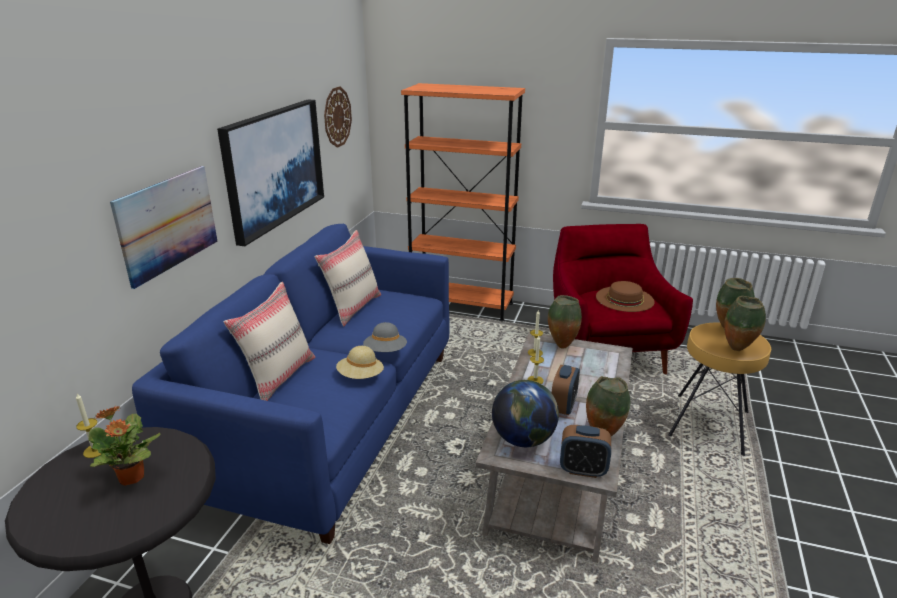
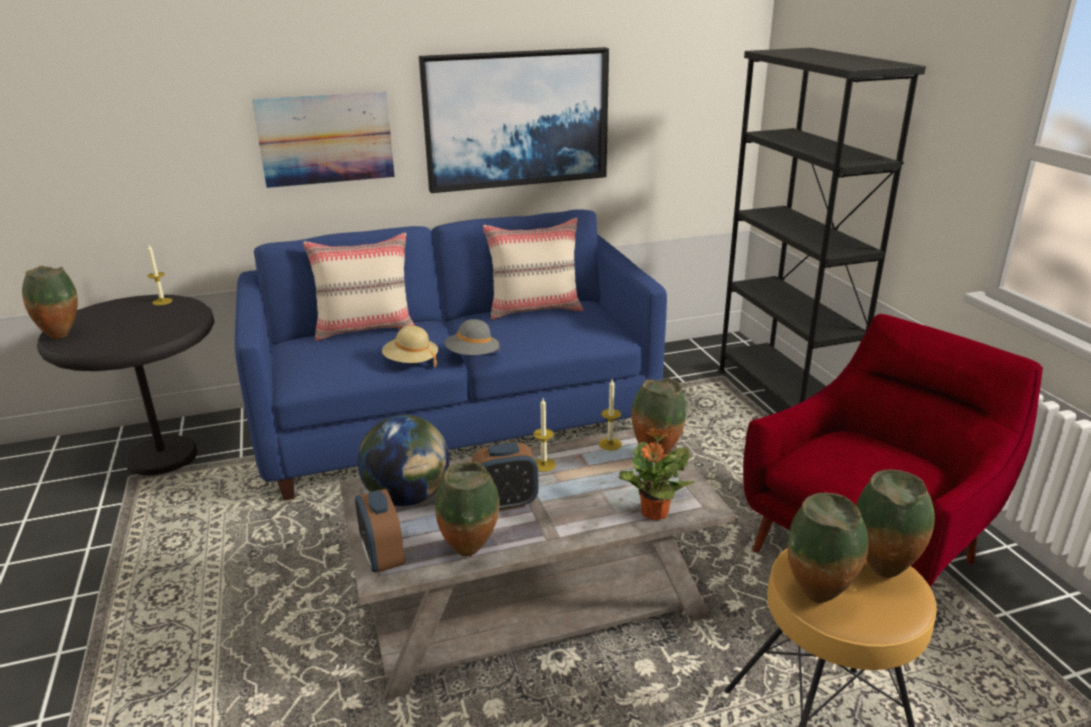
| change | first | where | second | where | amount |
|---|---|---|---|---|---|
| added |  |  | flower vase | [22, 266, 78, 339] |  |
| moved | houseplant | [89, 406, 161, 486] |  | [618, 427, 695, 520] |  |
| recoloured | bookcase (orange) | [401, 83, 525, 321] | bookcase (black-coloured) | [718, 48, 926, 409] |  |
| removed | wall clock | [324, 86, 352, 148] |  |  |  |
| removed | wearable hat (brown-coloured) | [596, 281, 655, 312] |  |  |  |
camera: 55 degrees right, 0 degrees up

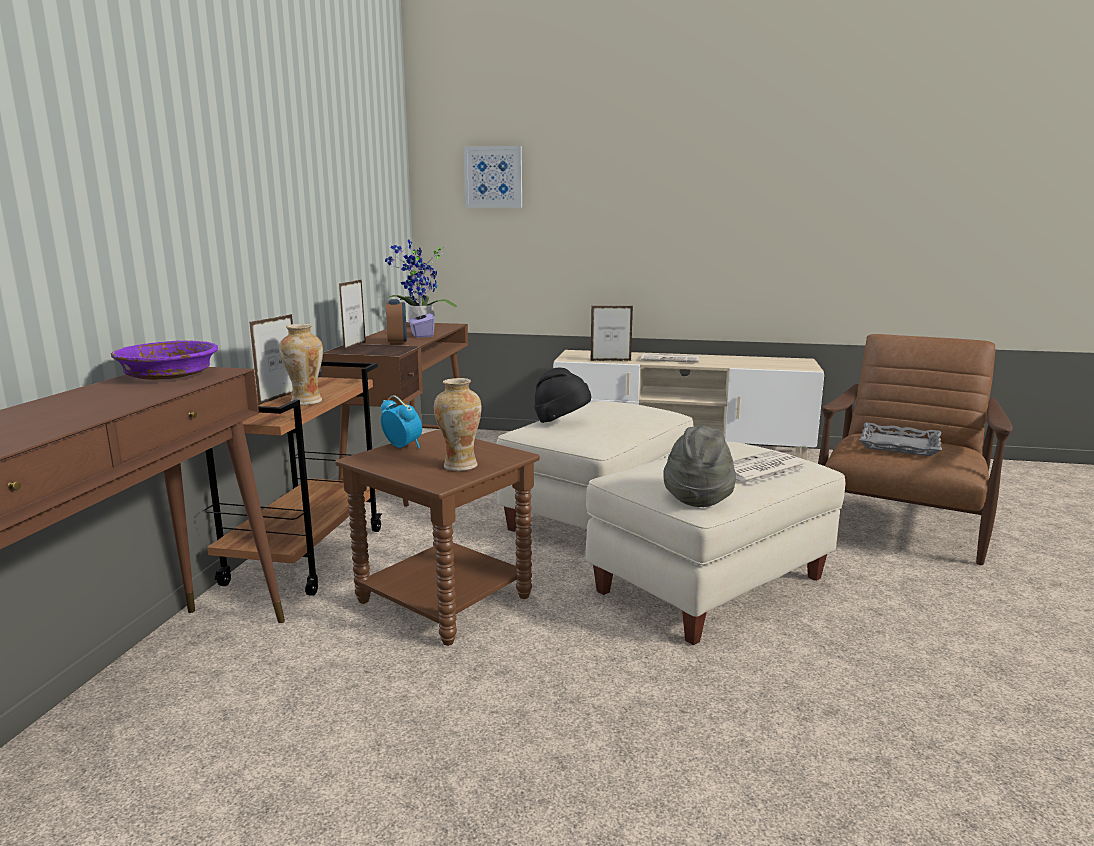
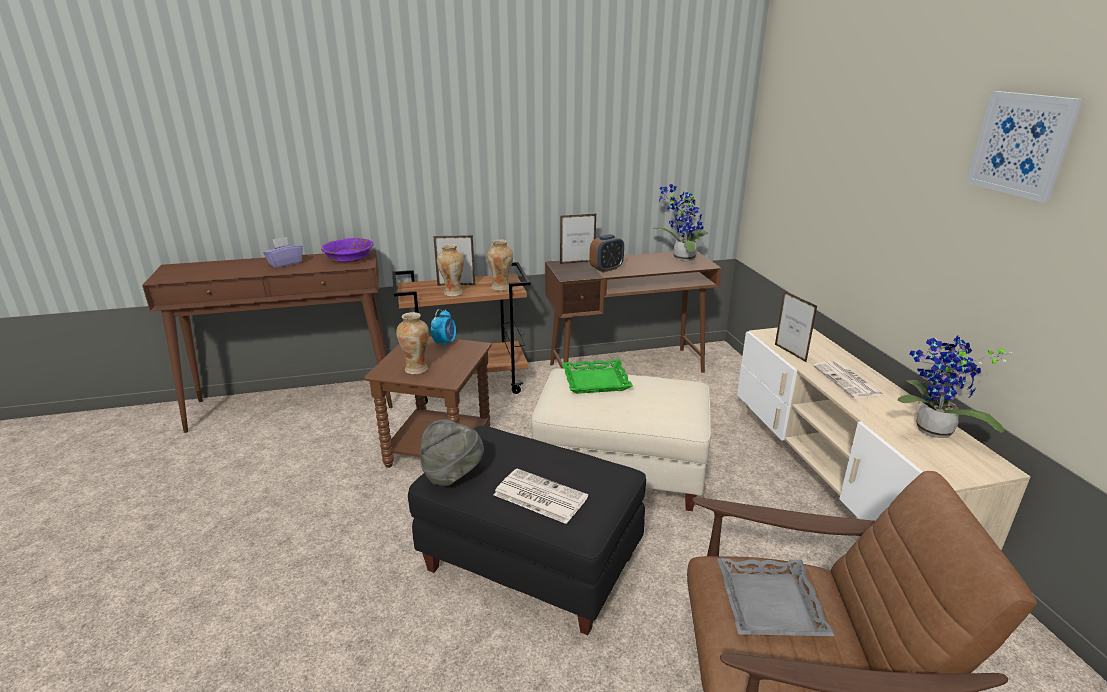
| change | first | where | second | where | amount |
|---|---|---|---|---|---|
| moved | box of tissues (purplish) | [409, 309, 435, 338] |  | [263, 237, 303, 268] |  |
| recoloured | footrest (beige) | [585, 442, 845, 645] | footrest (black-coloured) | [408, 426, 646, 635] |  |
| added |  |  | flower vase | [487, 239, 513, 291] |  |
| replaced | wearable hat (black-coloured) | [534, 368, 591, 423] | carrying tray (green) | [562, 359, 633, 394] |  |
| added |  |  | houseplant | [898, 335, 1012, 438] |  |
| moved | wall picture | [464, 146, 522, 208] |  | [966, 91, 1083, 203] |  |
camera: 65 degrees right, 10 degrees up

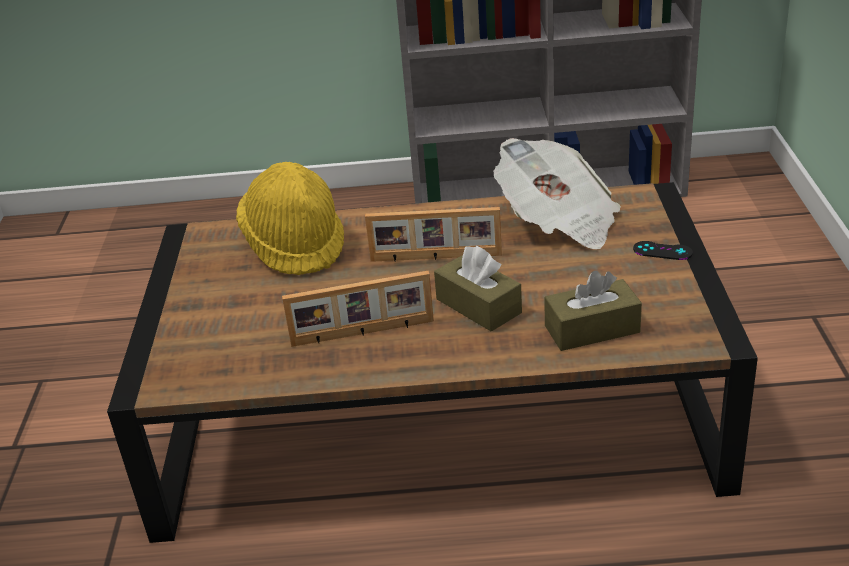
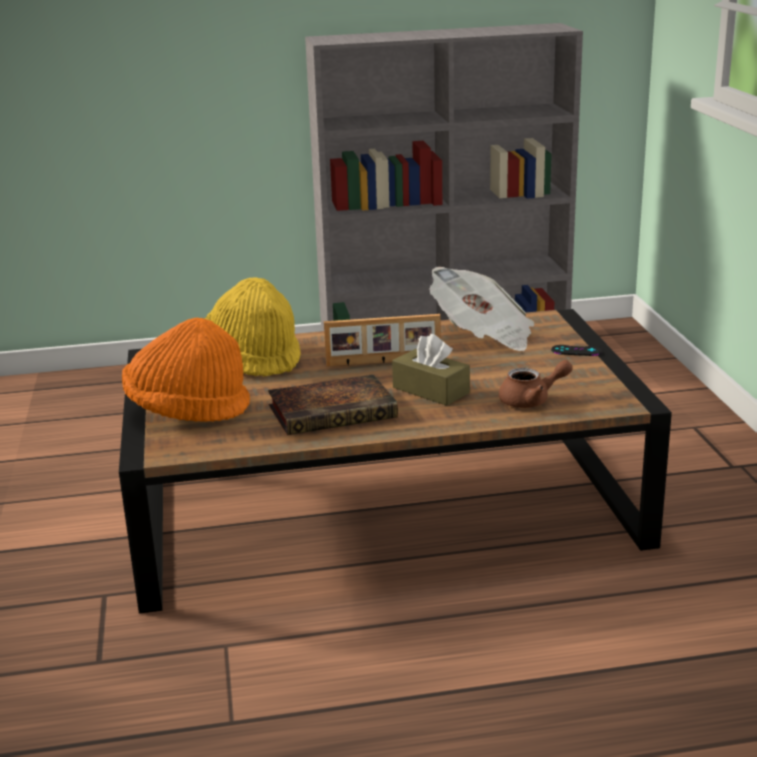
| change | first | where | second | where | amount |
|---|---|---|---|---|---|
| added |  |  | wearable hat (orange) | [122, 318, 250, 422] |  |
| replaced | photo frame | [282, 271, 434, 347] | volume | [268, 375, 398, 435] |  |
| replaced | box of tissues (brown-coloured) | [544, 271, 642, 351] | teapot (brown-coloured) | [499, 360, 573, 408] |  |
camera: 10 degrees left, 10 degrees down

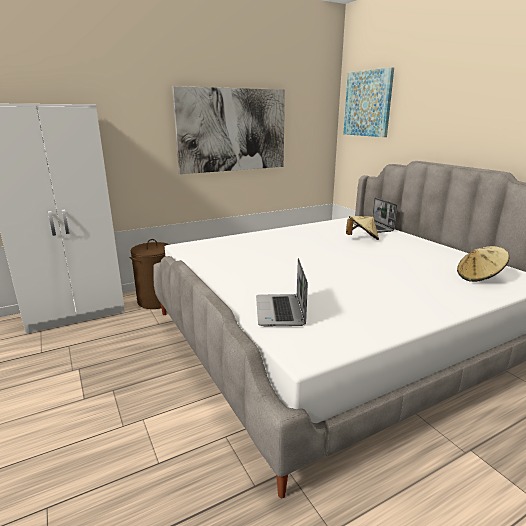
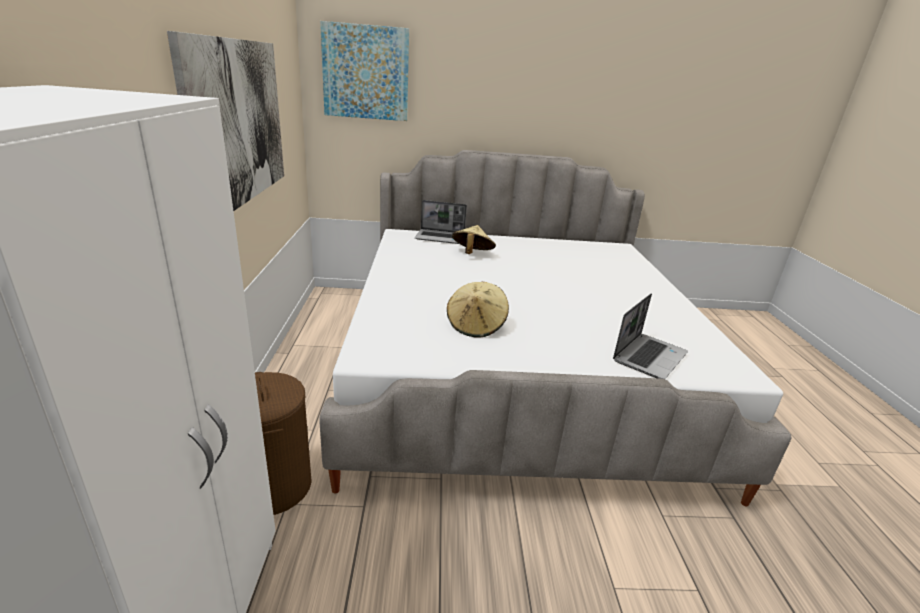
| change | first | where | second | where | amount |
|---|---|---|---|---|---|
| moved | wearable hat (beige) | [457, 246, 509, 282] |  | [447, 282, 509, 338] |  |
| turned | notebook computer | [256, 258, 308, 326] |  | [613, 293, 688, 379] | 75 degrees counterclockwise |
camera: 65 degrees left, 5 degrees up

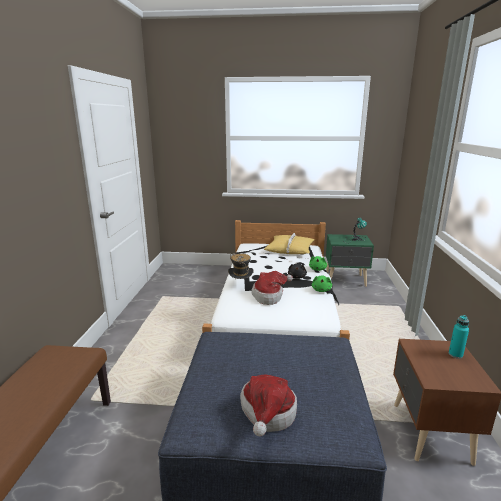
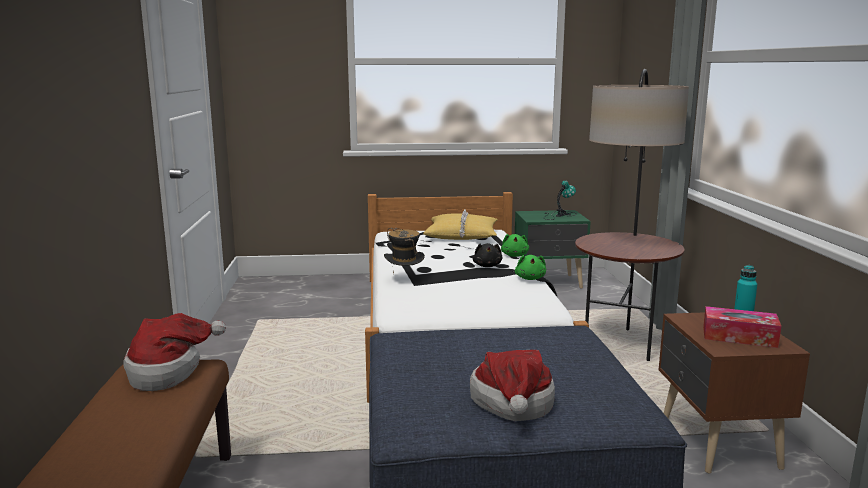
| change | first | where | second | where | amount |
|---|---|---|---|---|---|
| moved | wearable hat | [251, 271, 293, 305] |  | [124, 313, 226, 391] |  |
| added |  |  | floor lamp | [575, 69, 689, 361] |  |
| added |  |  | box of tissues | [703, 306, 781, 348] |  |
camera: 10 degrees left, 5 degrees down

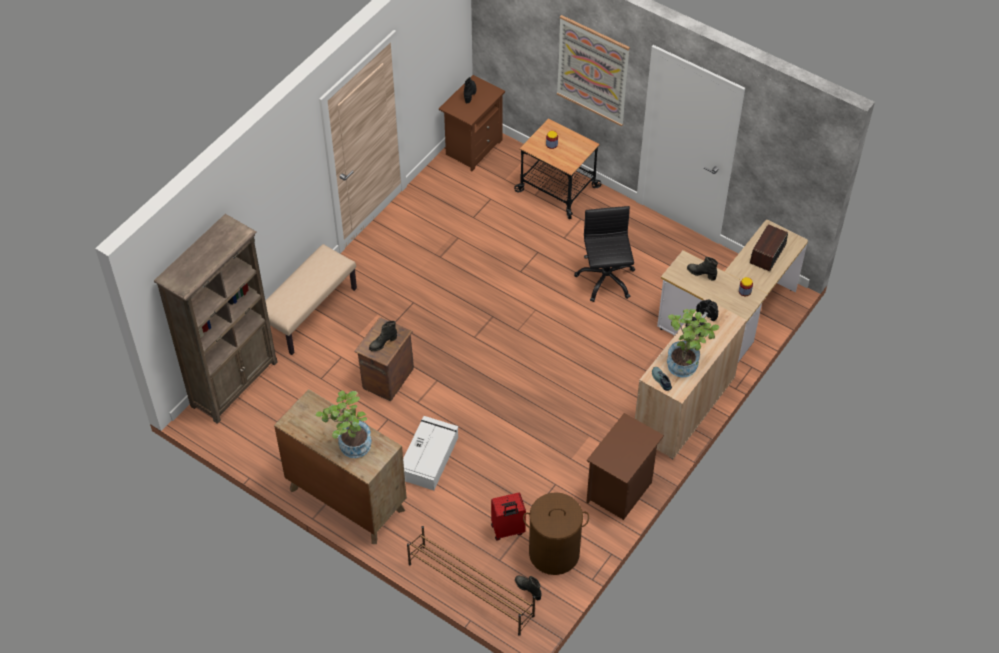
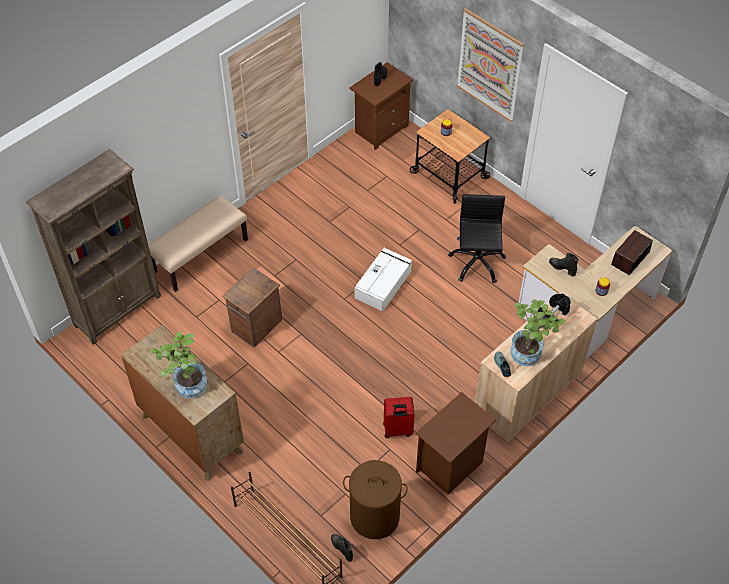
| change | first | where | second | where | amount |
|---|---|---|---|---|---|
| moved | storage box (whitish) | [403, 416, 458, 490] |  | [355, 248, 412, 311] |  |
| moved | travel case (red) | [491, 493, 526, 540] |  | [383, 397, 415, 438] |  |
| removed | boot (black-coloured) | [369, 321, 397, 351] |  |  |  |
camera: 10 degrees right, 0 degrees up

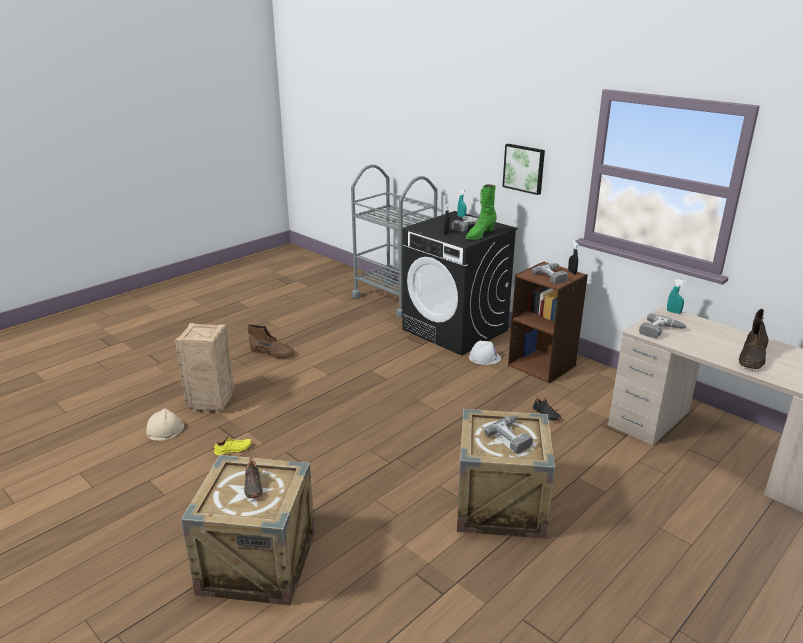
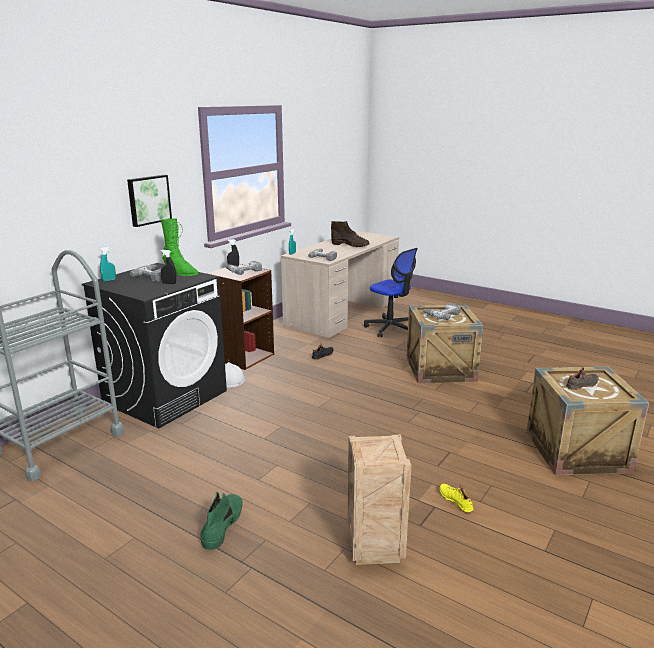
| change | first | where | second | where | amount |
|---|---|---|---|---|---|
| recoloured | boot (brown-coloured) | [248, 324, 295, 358] | boot (green) | [200, 492, 243, 550] |  |
| added |  |  | computer chair | [364, 248, 418, 338] |  |
| removed | work helmet (beige) | [146, 408, 184, 441] |  |  |  |
camera: 100 degrees left, 5 degrees down

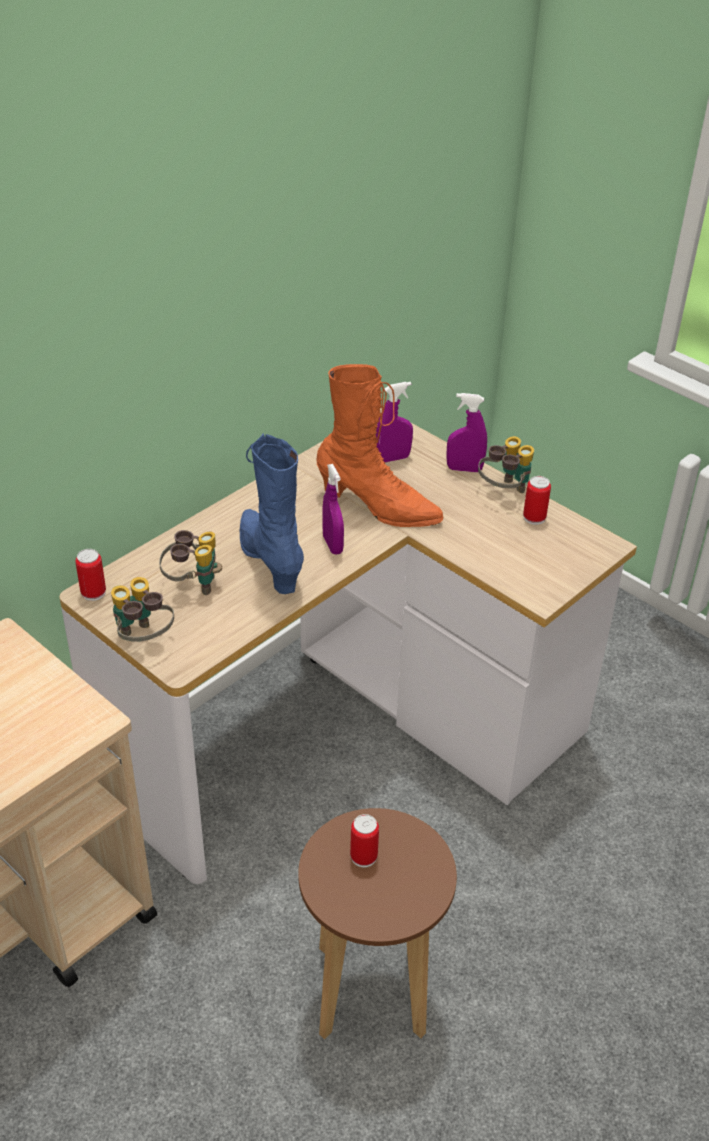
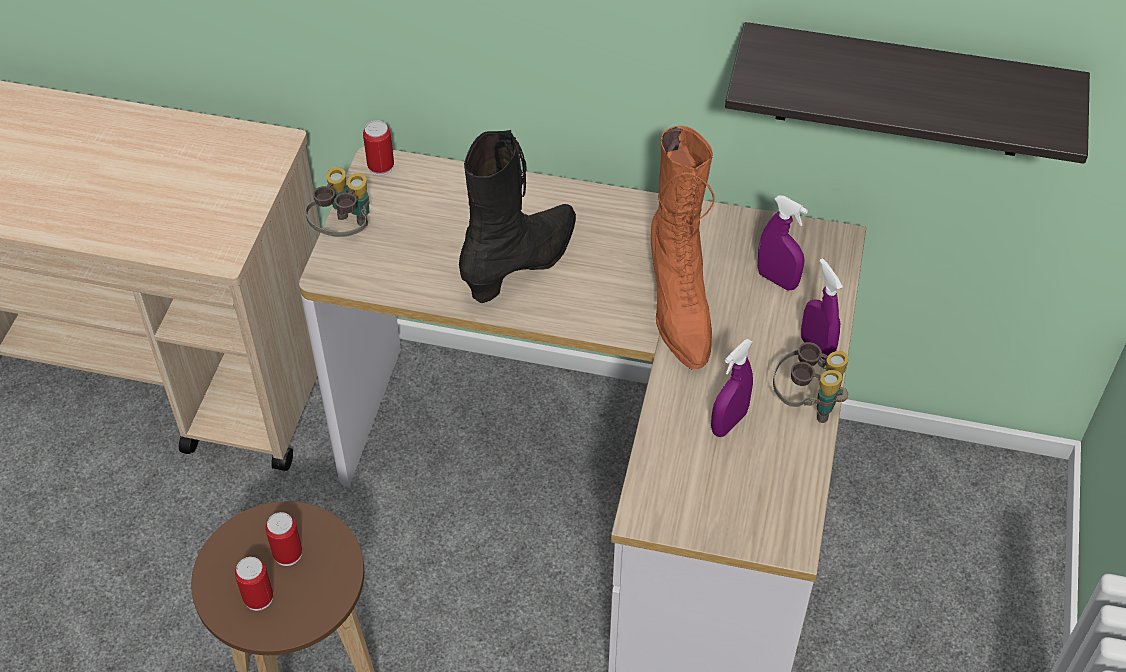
| change | first | where | second | where | amount |
|---|---|---|---|---|---|
| moved | metal can | [523, 476, 551, 525] |  | [235, 557, 273, 611] |  |
| recoloured | boot (blue) | [239, 434, 304, 594] | boot (black-coloured) | [459, 130, 576, 303] |  |
| moved | hand sprayer (purplish) | [322, 464, 344, 554] |  | [711, 339, 753, 437] |  |
| added |  |  | bracket shelf | [725, 22, 1090, 164] |  |
| removed | pair of binoculars | [159, 530, 222, 595] |  |  |  |
camera: 60 degrees right, 10 degrees up

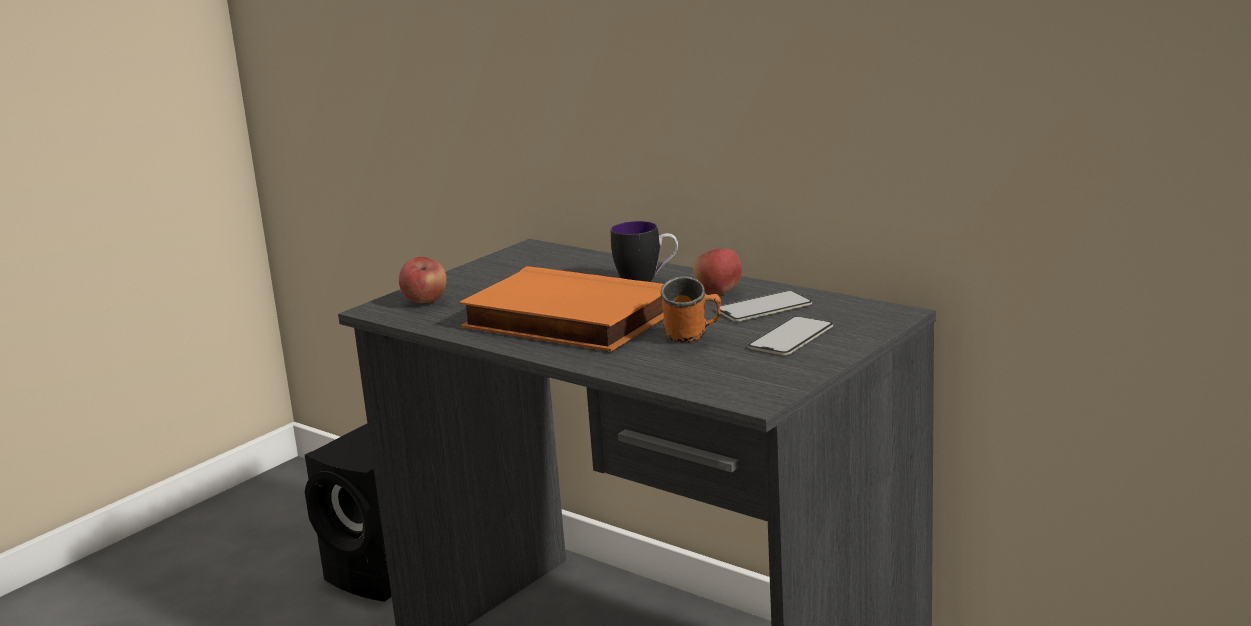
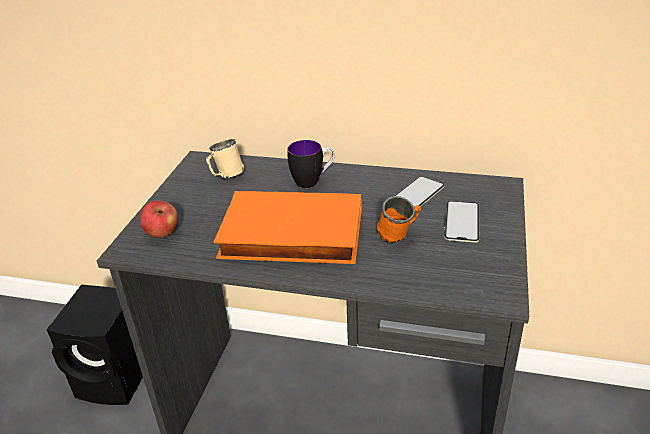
| change | first | where | second | where | amount |
|---|---|---|---|---|---|
| added |  |  | mug (beige) | [206, 139, 245, 179] |  |
| removed | apple fruit | [693, 249, 742, 295] |  |  |  |
camera: 25 degrees left, 15 degrees up

